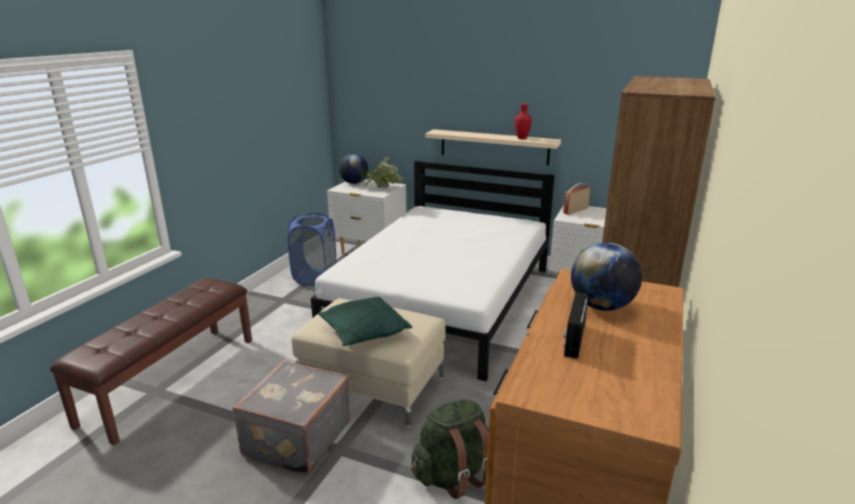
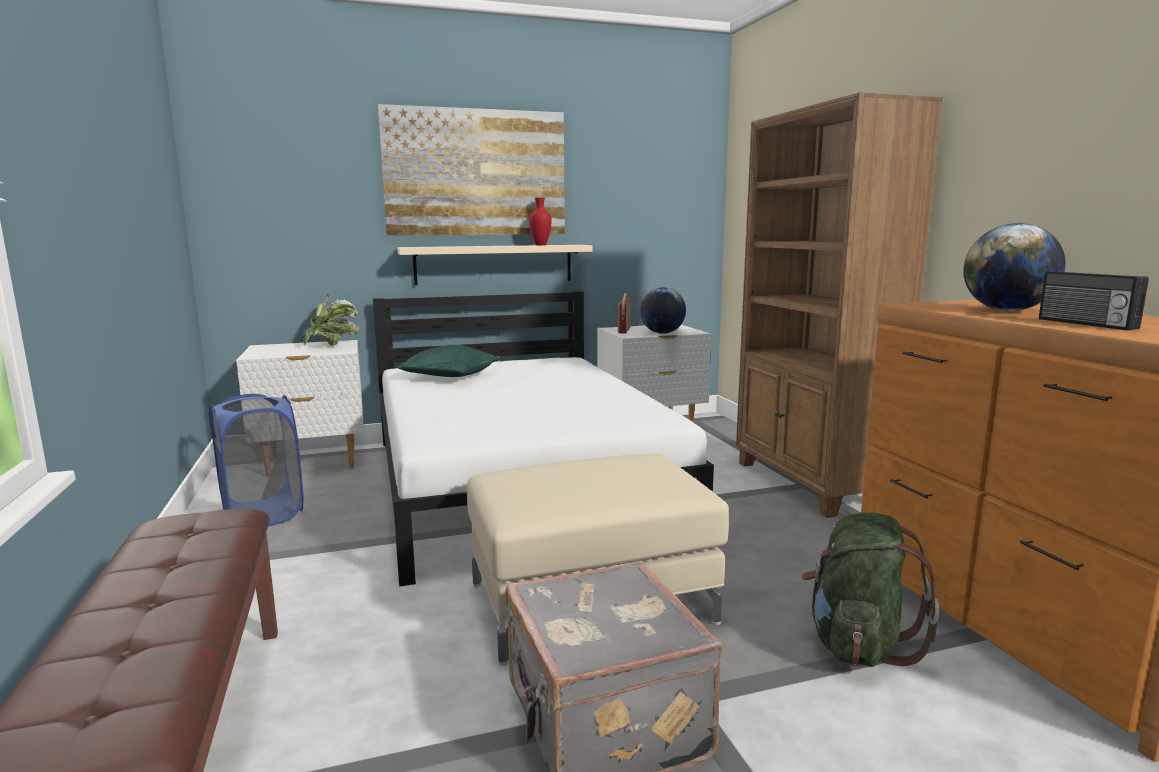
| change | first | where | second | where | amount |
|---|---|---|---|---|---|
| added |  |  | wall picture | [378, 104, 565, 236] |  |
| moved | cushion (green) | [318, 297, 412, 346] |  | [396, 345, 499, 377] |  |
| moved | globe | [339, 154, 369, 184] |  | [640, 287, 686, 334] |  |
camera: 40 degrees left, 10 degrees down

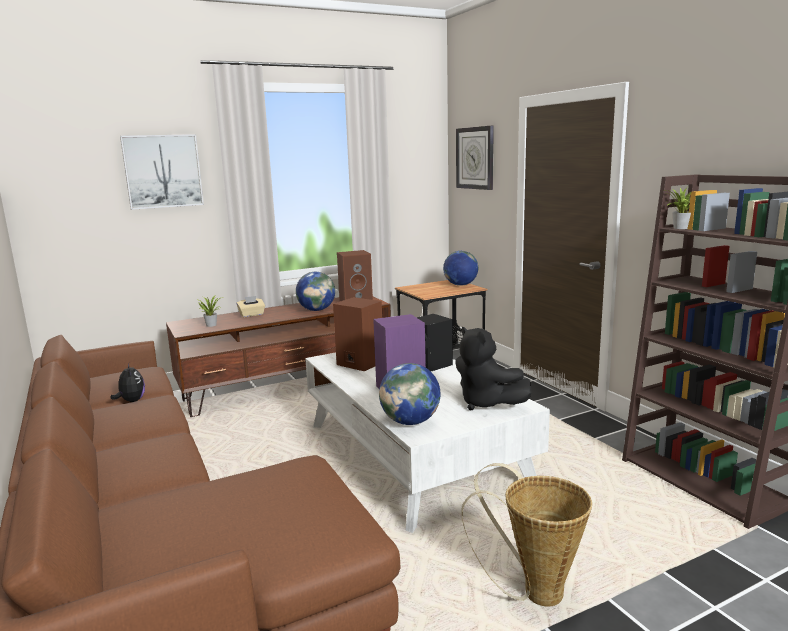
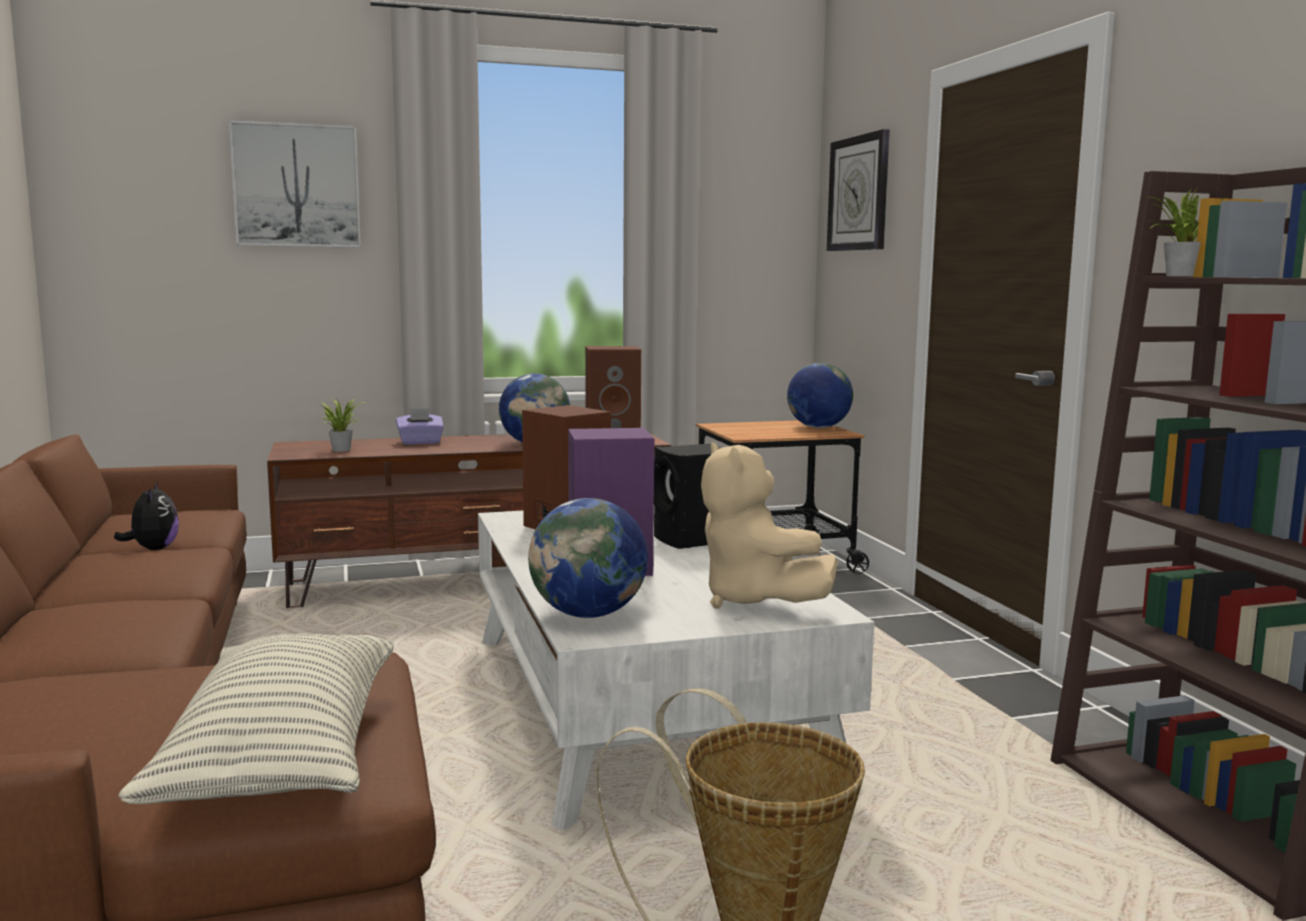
| change | first | where | second | where | amount |
|---|---|---|---|---|---|
| added |  |  | cushion | [119, 634, 394, 804] |  |
| recoloured | box of tissues (beige) | [237, 296, 265, 317] | box of tissues (purplish) | [396, 408, 444, 445] |  |
| recoloured | plush toy (black-coloured) | [455, 327, 532, 410] | plush toy (beige) | [701, 442, 838, 609] |  |
camera: 10 degrees right, 5 degrees down

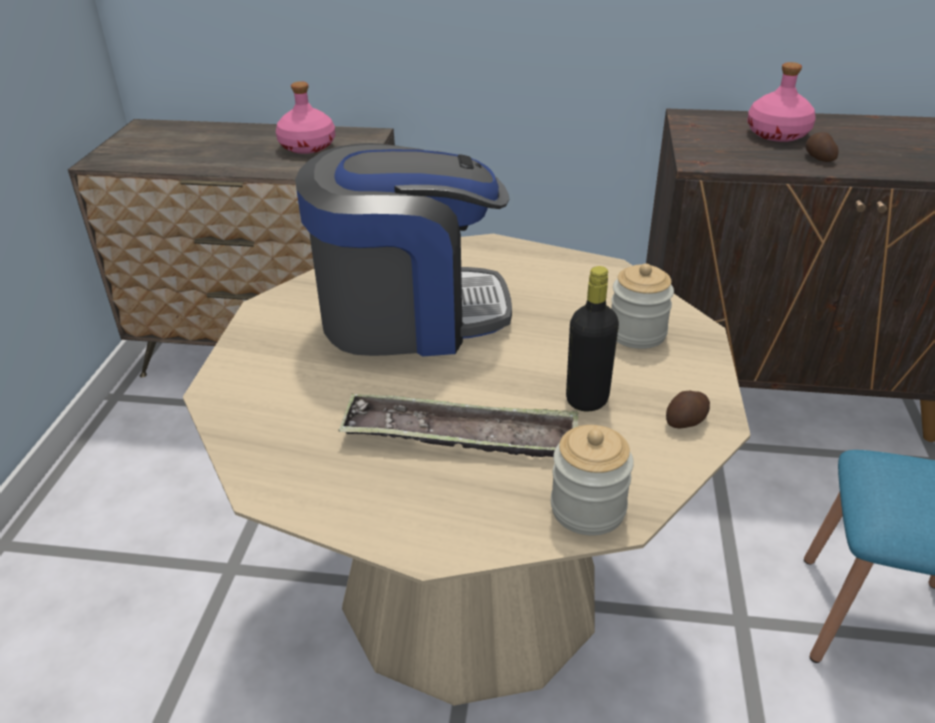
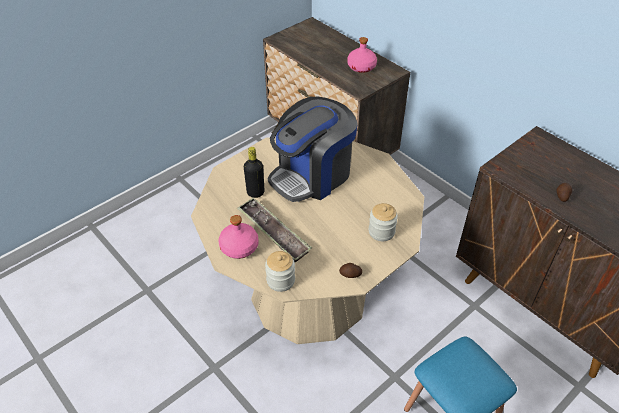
| change | first | where | second | where | amount |
|---|---|---|---|---|---|
| moved | beverage bottle (pinkish) | [747, 62, 816, 142] |  | [219, 215, 259, 259] |  |
| moved | beverage bottle (black-coloured) | [566, 266, 619, 411] |  | [244, 147, 264, 198] |  |
| turned | coffee brewer | [295, 143, 512, 356] |  | [268, 97, 358, 202] | 105 degrees clockwise |
camera: 40 degrees right, 10 degrees up

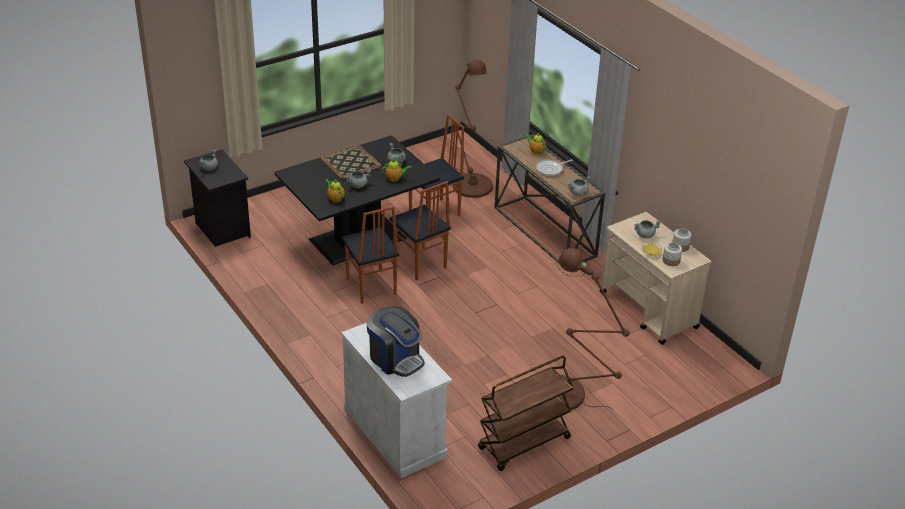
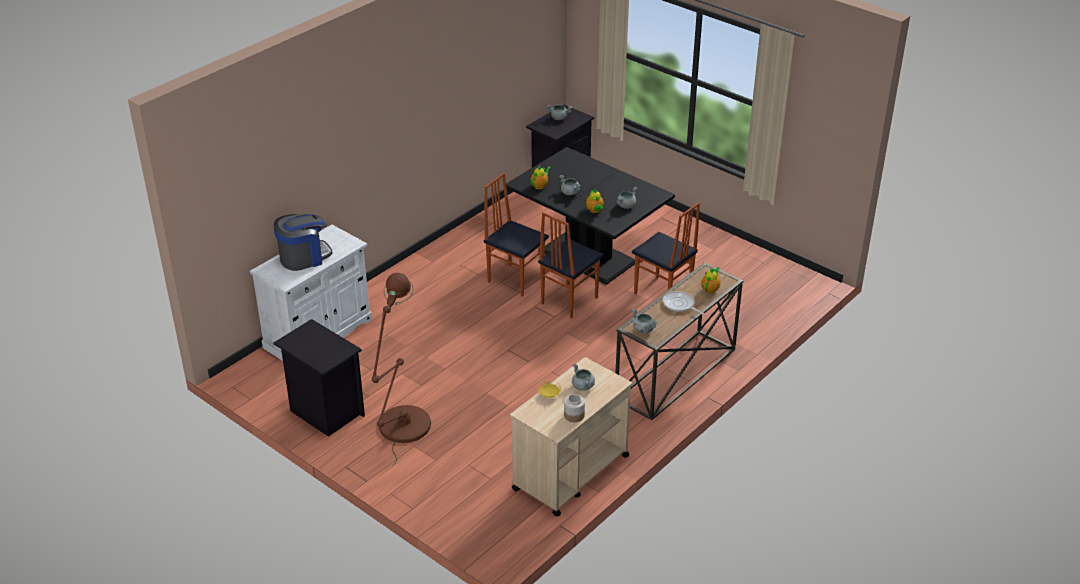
| change | first | where | second | where | amount |
|---|---|---|---|---|---|
| turned | coffee brewer | [366, 306, 425, 377] |  | [274, 214, 333, 271] | 150 degrees counterclockwise |
| replaced | wheeled cart (brown-coloured) | [478, 356, 574, 471] | night table (black-coloured) | [274, 319, 365, 437] |  |
| turned | plain chair | [341, 206, 400, 304] |  | [484, 173, 549, 297] | 75 degrees clockwise |
| removed | carrying tray | [320, 145, 381, 179] |  |  |  |
| removed | floor lamp (brown-coloured) | [453, 59, 493, 198] |  |  |  |
| removed | jar | [663, 242, 682, 266] |  |  |  |
camera: 75 degrees right, 0 degrees up

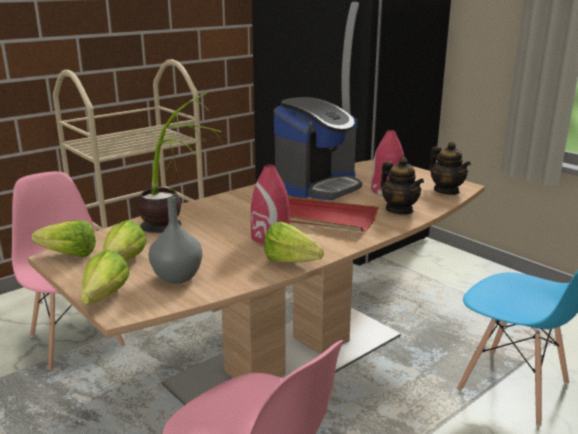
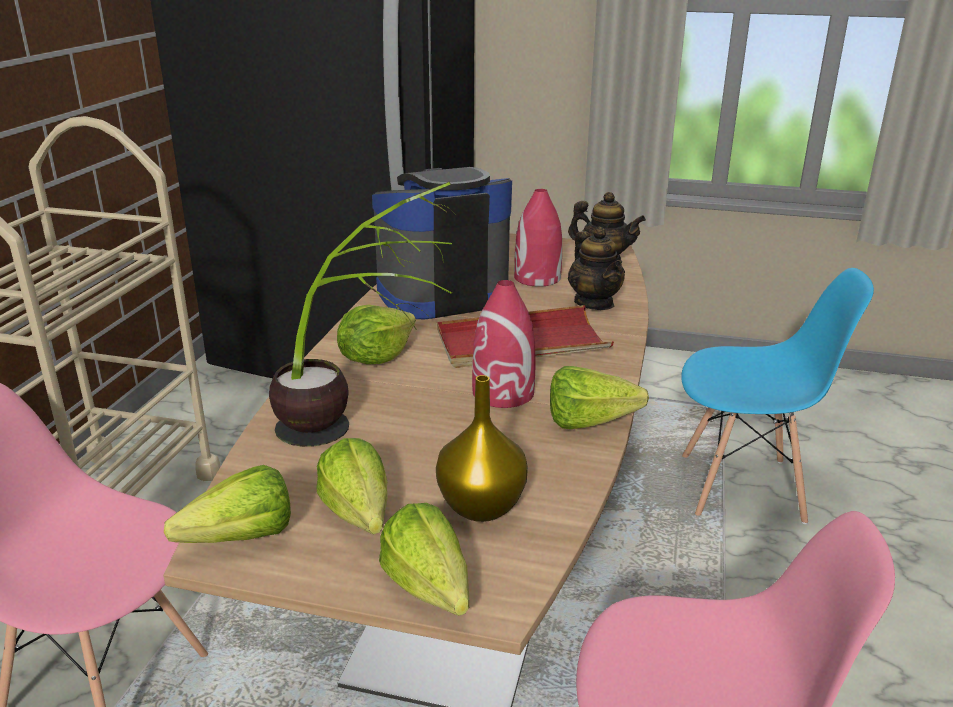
| change | first | where | second | where | amount |
|---|---|---|---|---|---|
| added |  |  | lettuce | [337, 305, 416, 364] |  |
| turned | coffee brewer | [274, 97, 362, 200] |  | [372, 167, 512, 320] | 120 degrees counterclockwise |
| recoloured | flower vase (gray) | [148, 196, 202, 284] | flower vase (yellowish) | [436, 375, 528, 522] |  |
| turned | teapot | [380, 157, 424, 214] |  | [568, 227, 625, 310] | 45 degrees clockwise |
camera: 35 degrees left, 5 degrees up

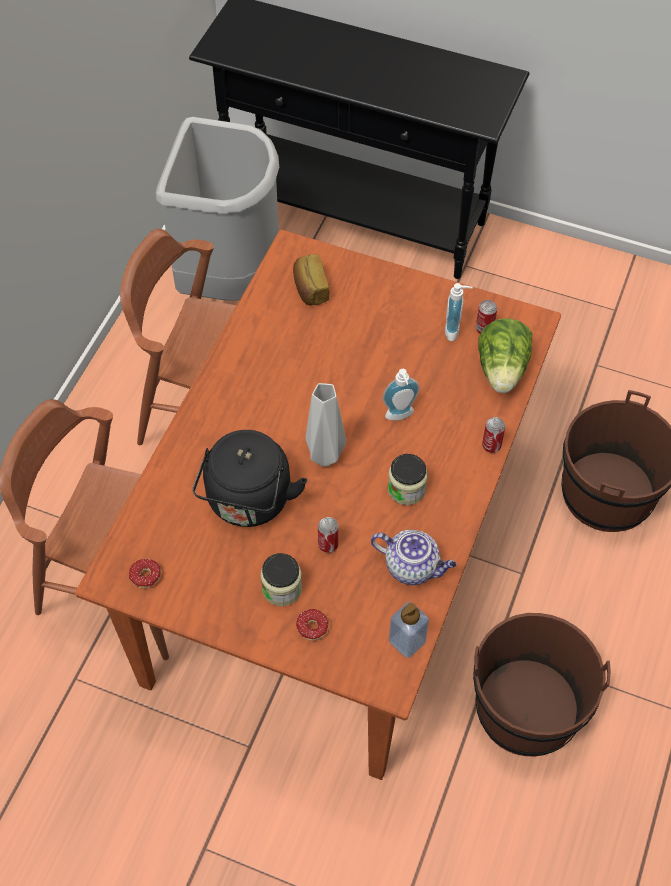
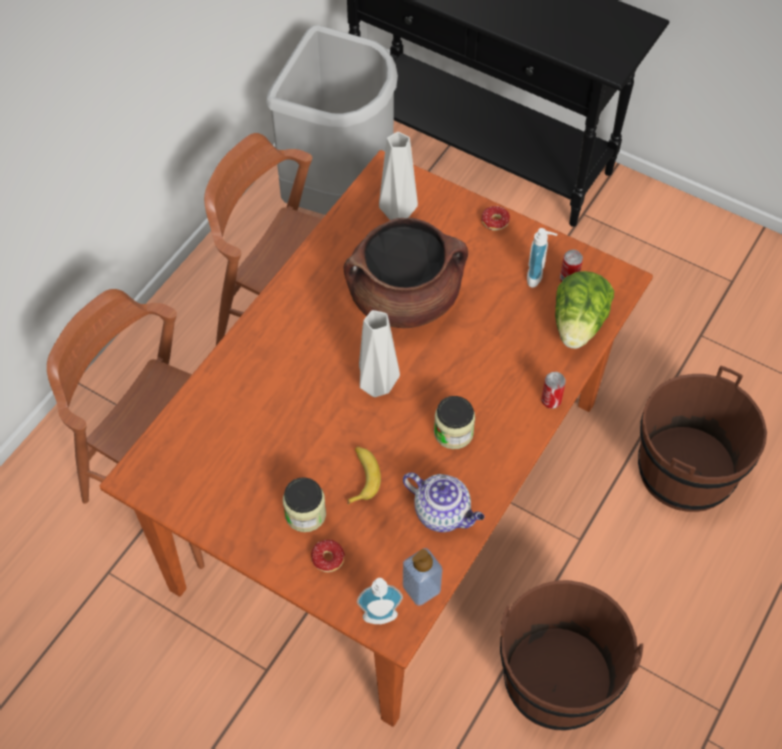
| change | first | where | second | where | amount |
|---|---|---|---|---|---|
| added |  |  | cooking pot (brown-coloured) | [344, 218, 468, 328] |  |
| replaced | metal can | [318, 517, 339, 553] | whole banana | [347, 446, 381, 504] |  |
| moved | liquid soap bottle | [382, 369, 420, 420] |  | [357, 578, 403, 624] |  |
| replaced | bakery bread | [293, 254, 329, 306] | flower vase (gray) | [379, 132, 418, 220] |  |
| moved | ring doughnut | [129, 559, 161, 589] |  | [481, 206, 510, 231] |  |
| removed | kettle (black-coloured) | [192, 430, 307, 527] |  |  |  |
camera: 10 degrees right, 0 degrees up

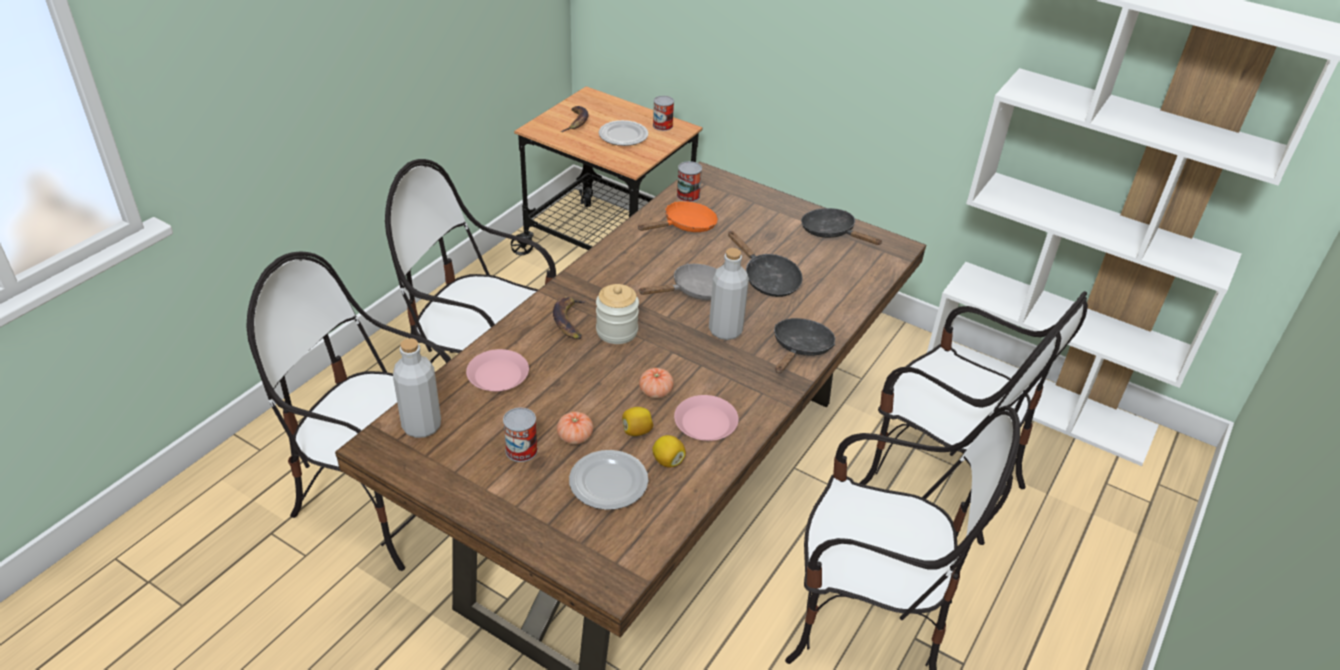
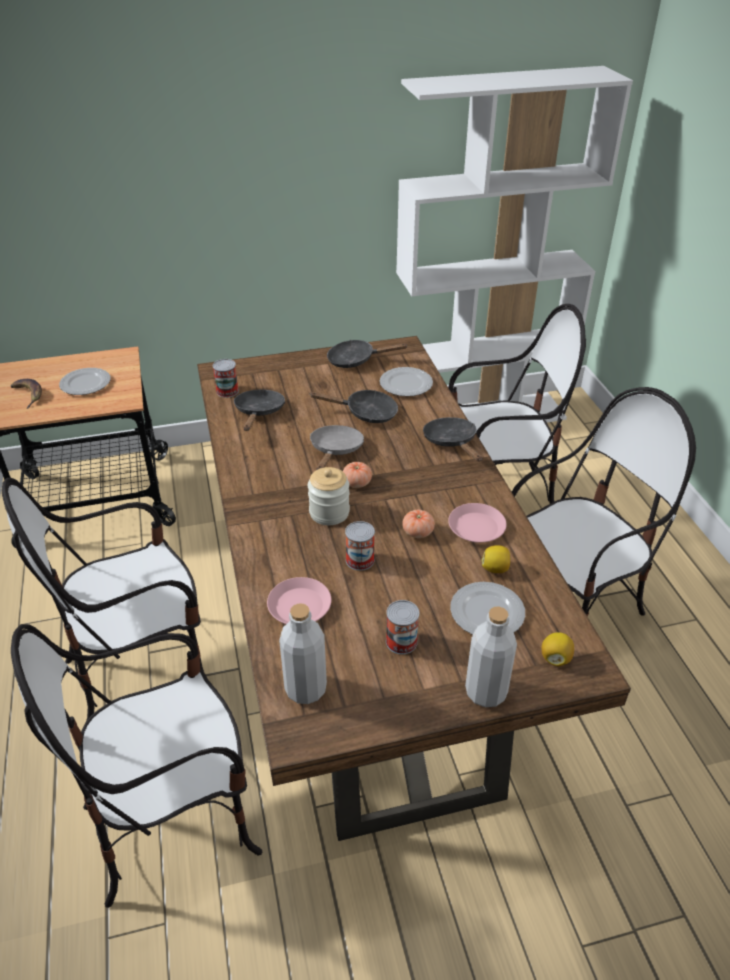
| change | first | where | second | where | amount |
|---|---|---|---|---|---|
| recoloured | skillet (orange) | [638, 201, 718, 232] | skillet (black-coloured) | [234, 390, 285, 431] |  |
| moved | fresh tomato | [557, 412, 593, 444] |  | [343, 462, 372, 488] |  |
| moved | metal can | [653, 96, 674, 131] |  | [345, 521, 375, 571] |  |
| added |  |  | plate | [380, 367, 433, 396] |  |
| moved | beverage bottle (gray) | [709, 248, 749, 340] |  | [465, 607, 517, 707] |  |
| moved | citrus fruit | [622, 407, 653, 436] |  | [541, 632, 574, 667] |  |
| removed | whole banana | [553, 296, 586, 339] |  |  |  |
camera: 45 degrees left, 0 degrees up

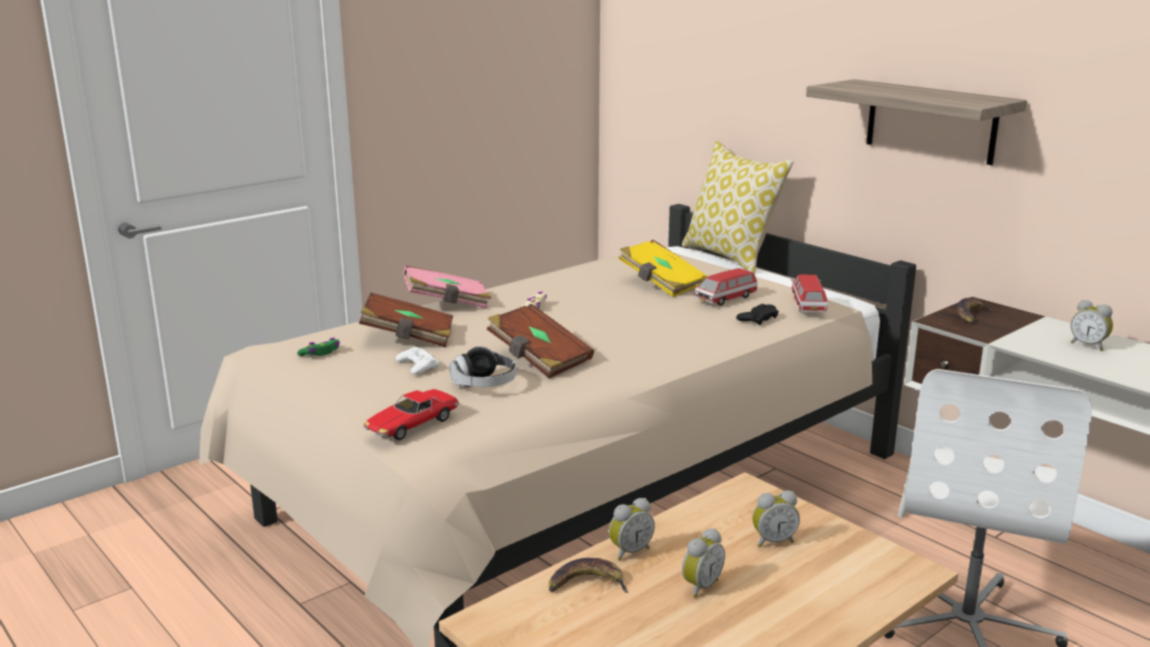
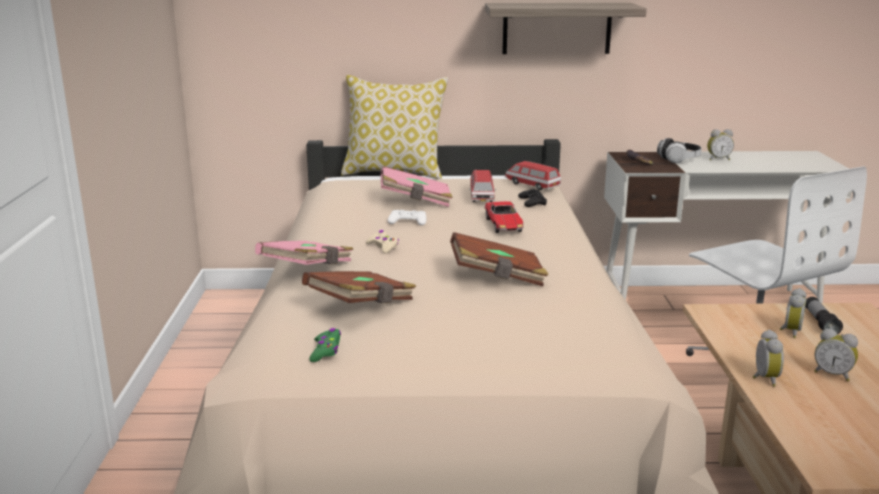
| change | first | where | second | where | amount |
|---|---|---|---|---|---|
| recoloured | volume (yellowish) | [618, 240, 708, 297] | volume (pinkish) | [380, 166, 453, 207] |  |
| moved | gamepad (whitish) | [396, 347, 439, 375] |  | [388, 210, 427, 225] |  |
| moved | miniature car | [363, 389, 459, 440] |  | [484, 201, 524, 233] |  |
| moved | headphones | [449, 346, 516, 387] |  | [657, 138, 702, 163] |  |
| added |  |  | flashlight | [806, 297, 843, 335] |  |
| turned | alarm clock | [682, 528, 725, 598] |  | [814, 328, 858, 381] | 135 degrees clockwise |
| removed | whole banana | [549, 558, 629, 593] |  |  |  |
camera: 50 degrees left, 0 degrees up

